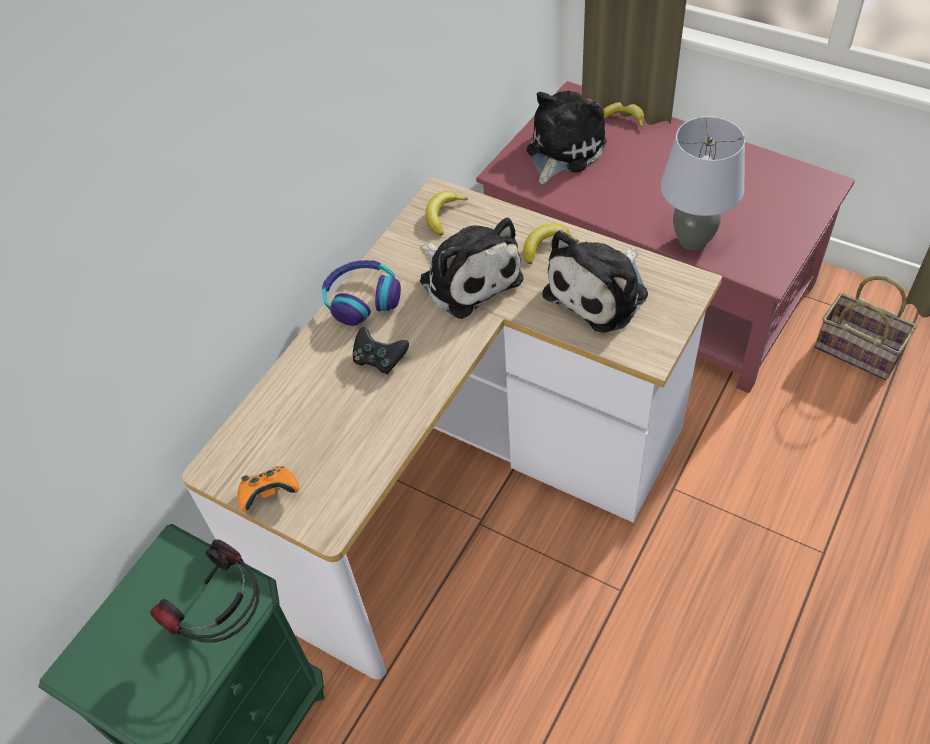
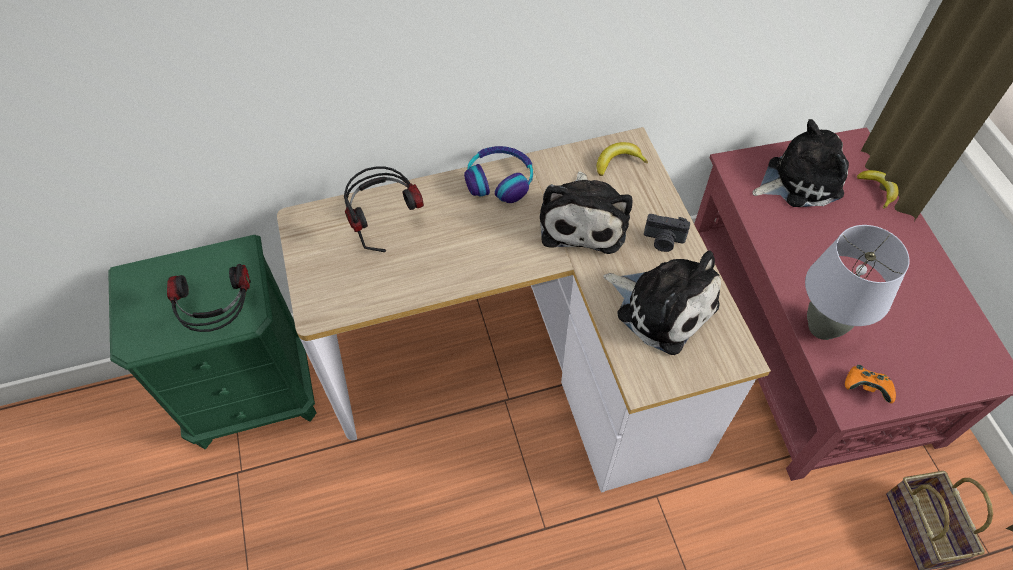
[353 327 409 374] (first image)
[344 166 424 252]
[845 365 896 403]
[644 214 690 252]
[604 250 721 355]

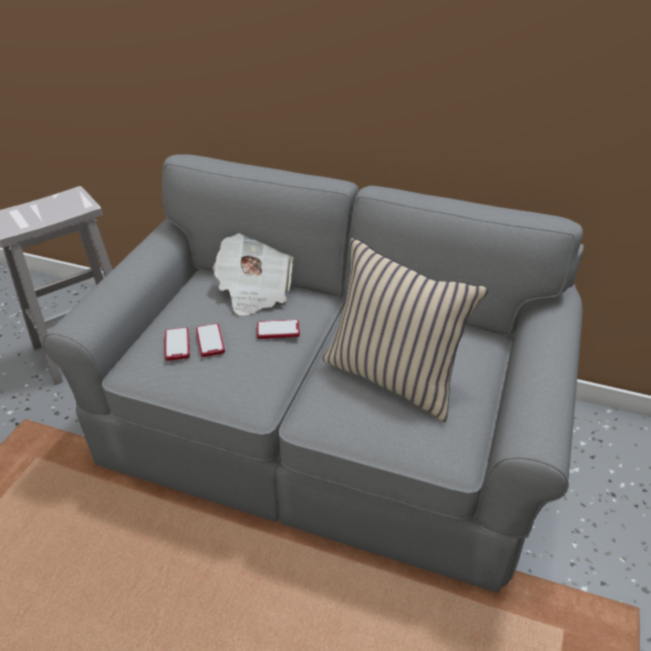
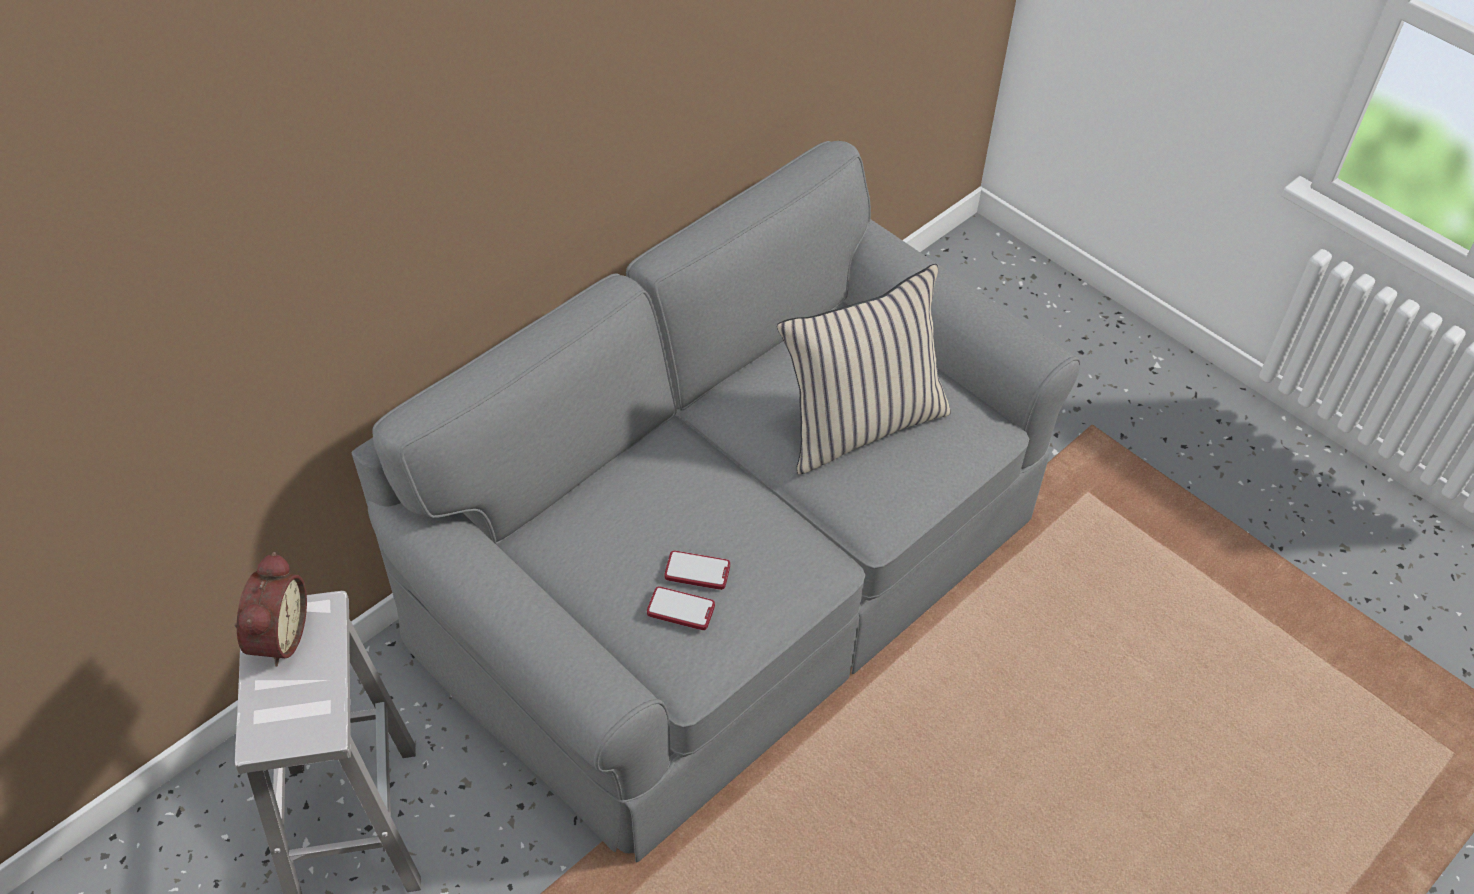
[213 233 294 316] (first image)
[257 320 300 339] (first image)
[234 552 307 667]

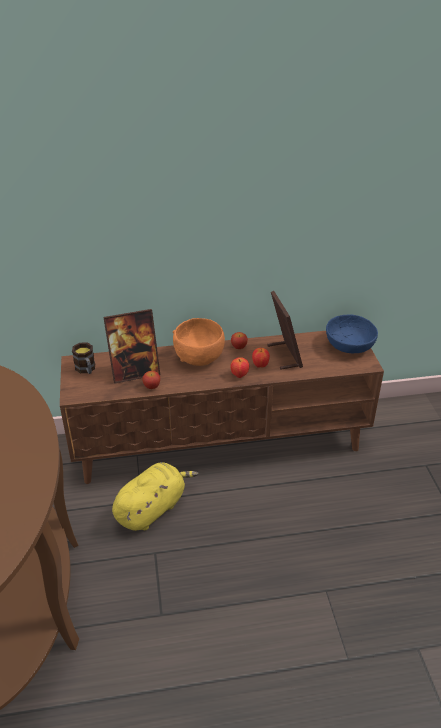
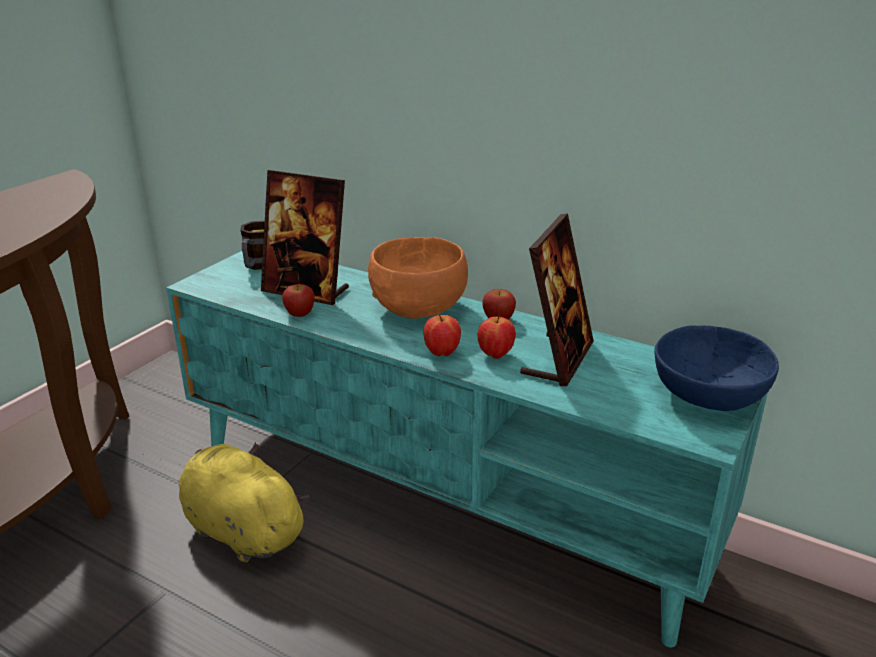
[166 251 768 647]
[179 442 310 563]

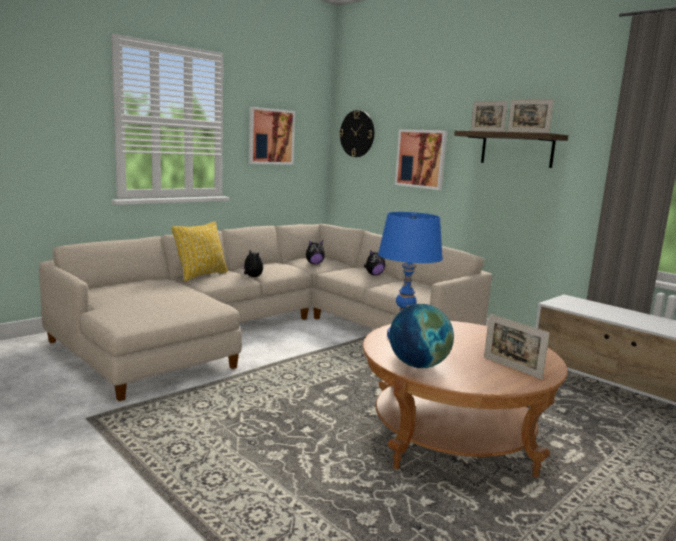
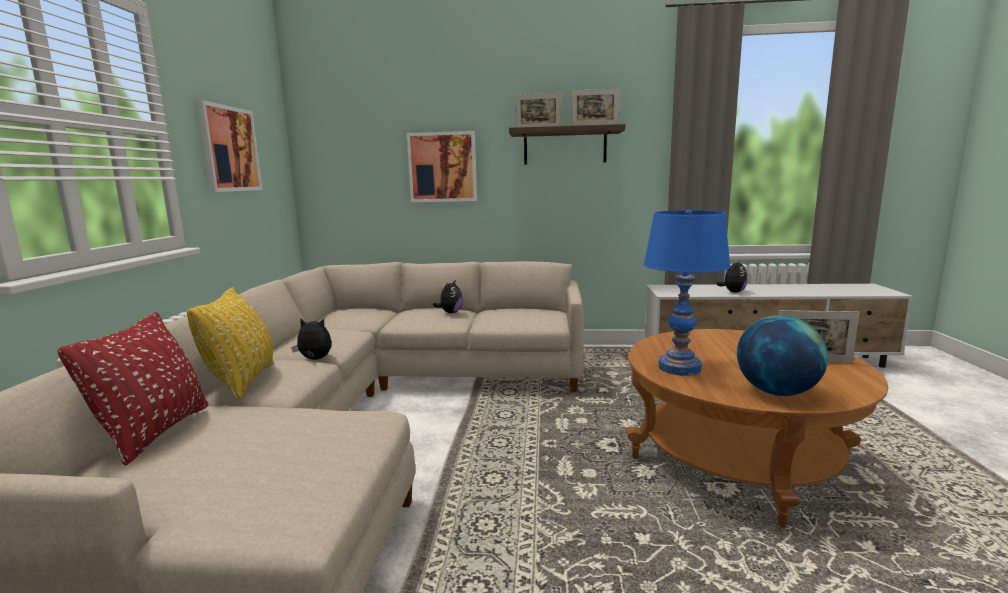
[339 110 374 157] (first image)
[57 312 209 466]
[716 259 748 293]

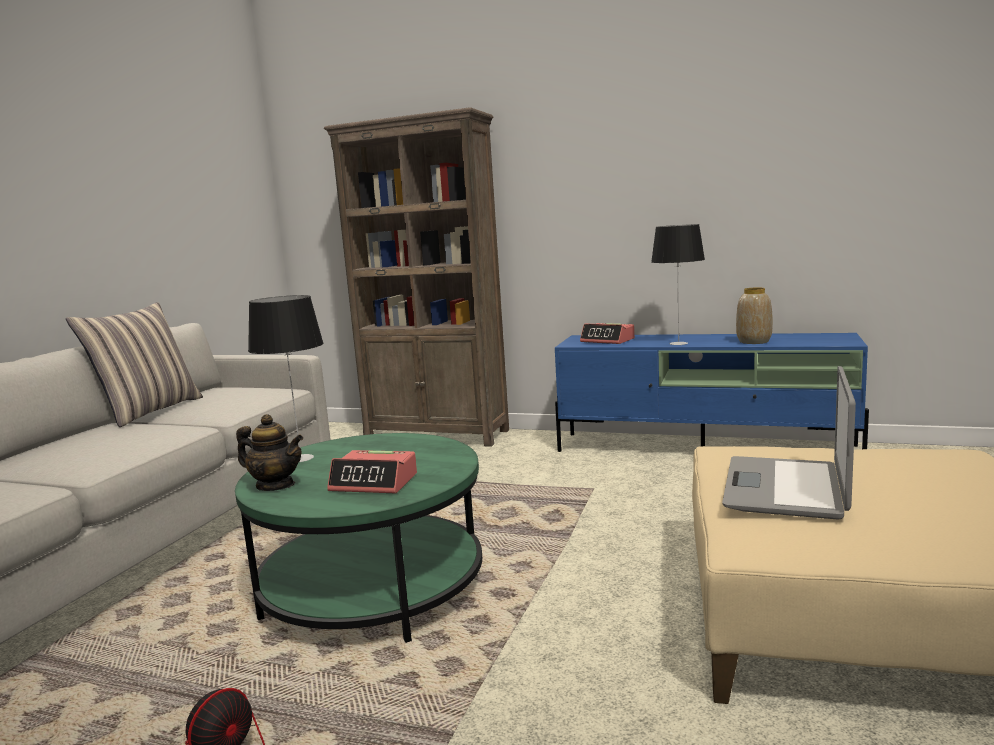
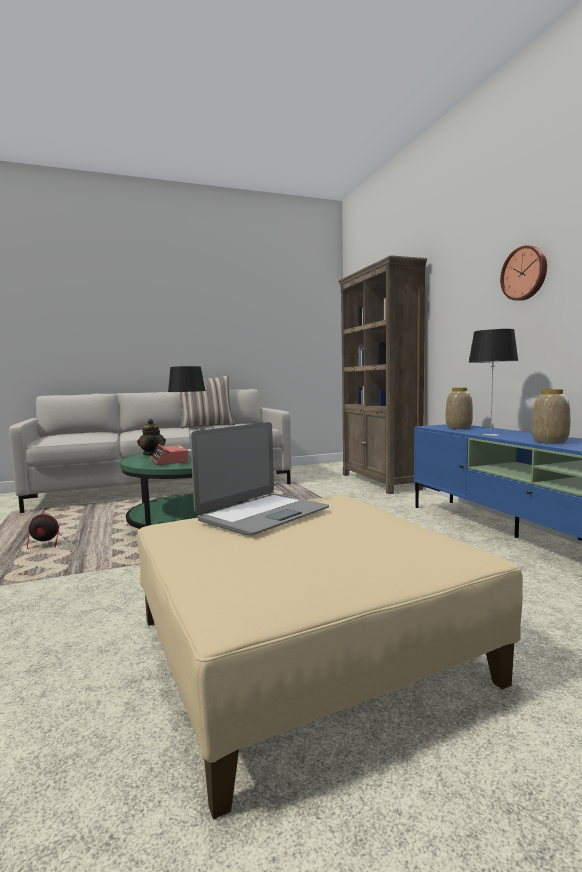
[500 246 547 301]
[446 388 473 429]
[190 422 329 535]

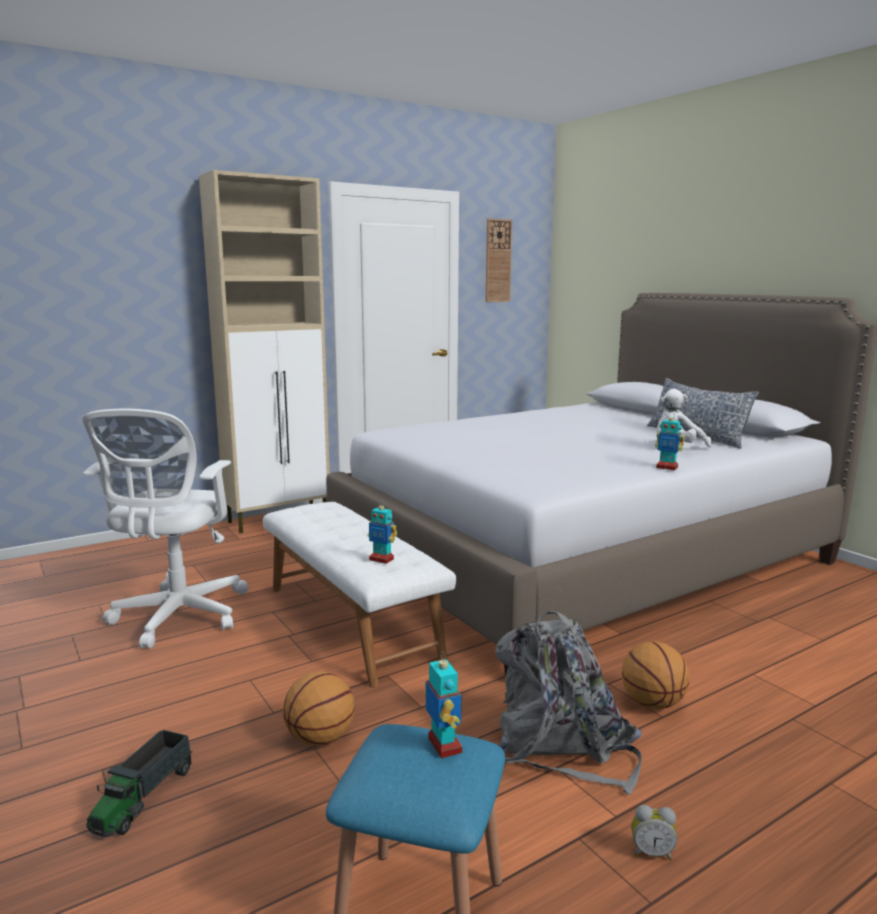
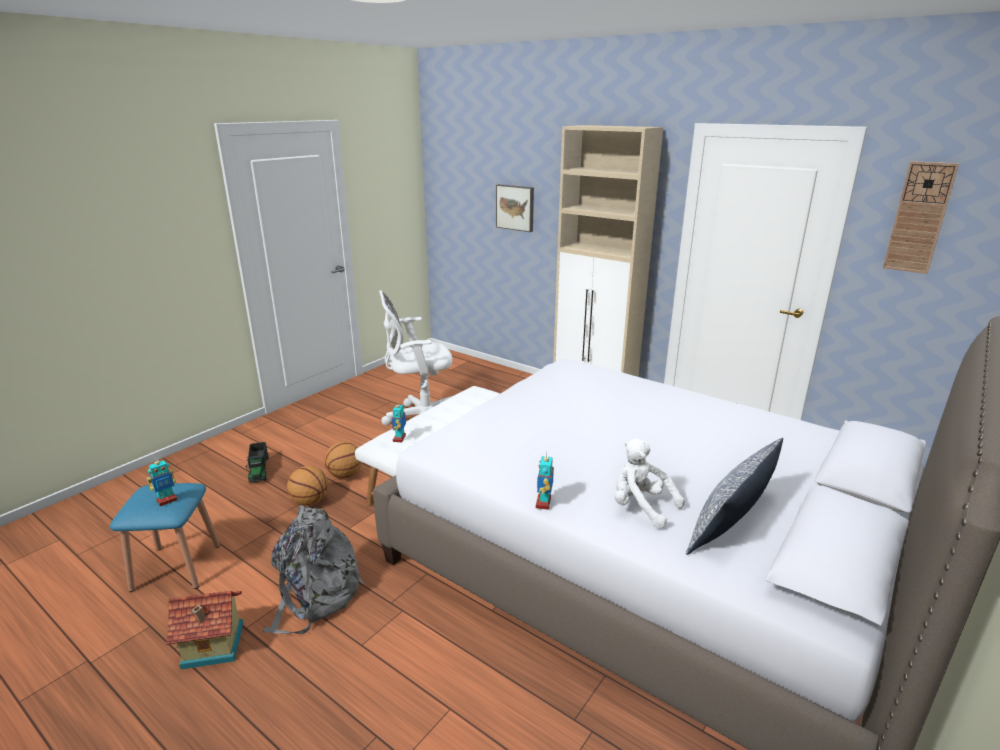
[496 184 534 232]
[324 441 362 478]
[166 591 243 669]
[246 442 269 483]

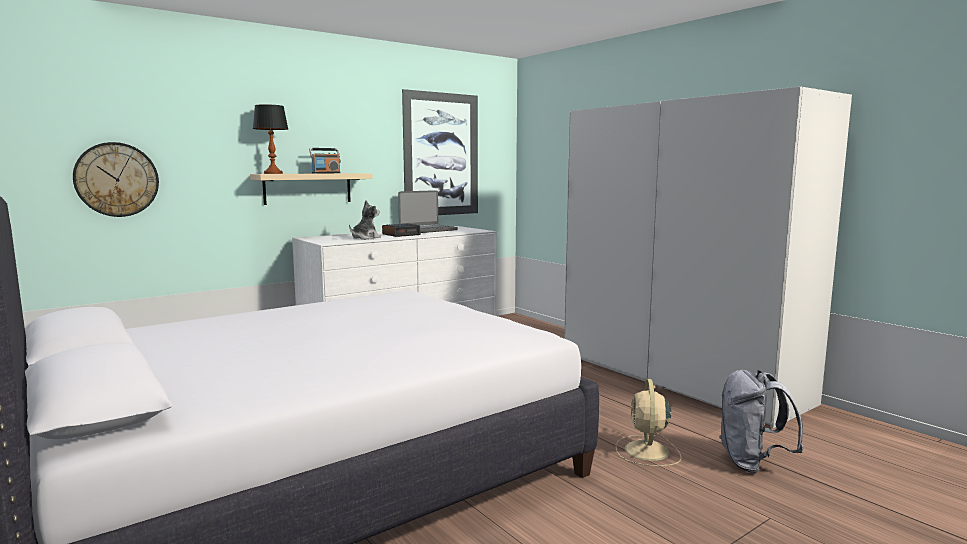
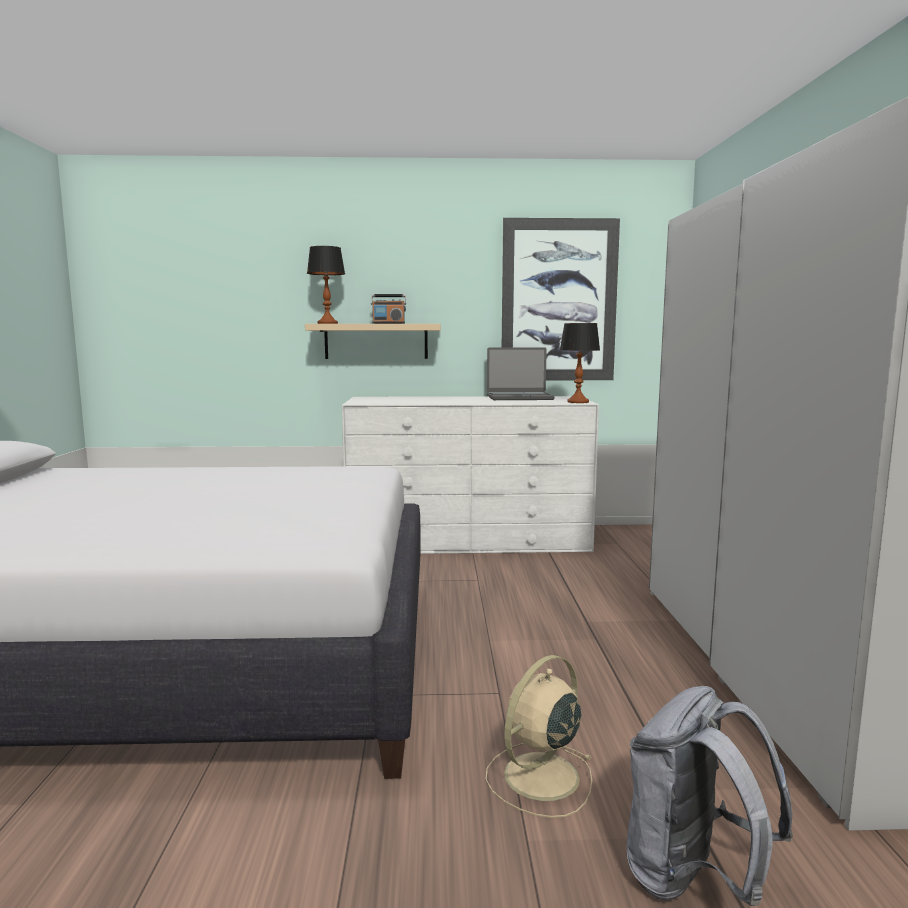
[73 142 159 217] (first image)
[349 200 381 240] (first image)
[382 224 421 237] (first image)
[560 323 600 403]

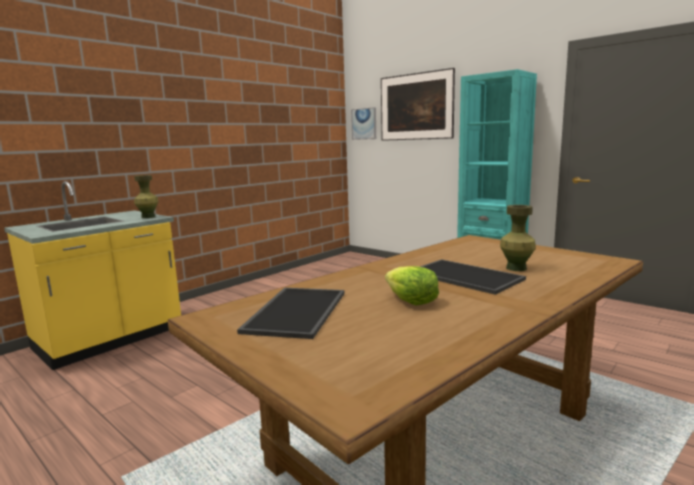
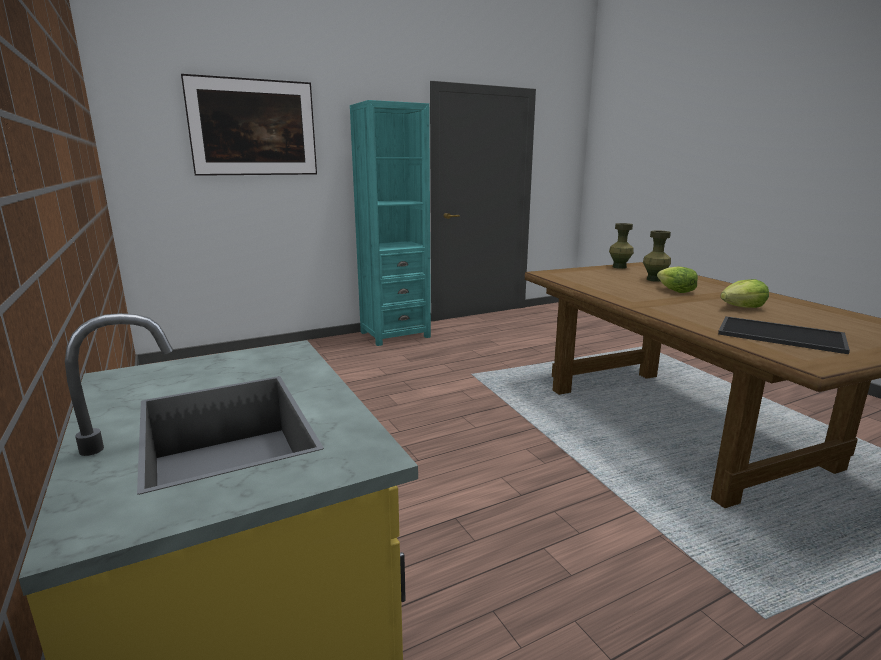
[351 107 376 140] (first image)
[609 223 634 269]
[657 266 698 293]

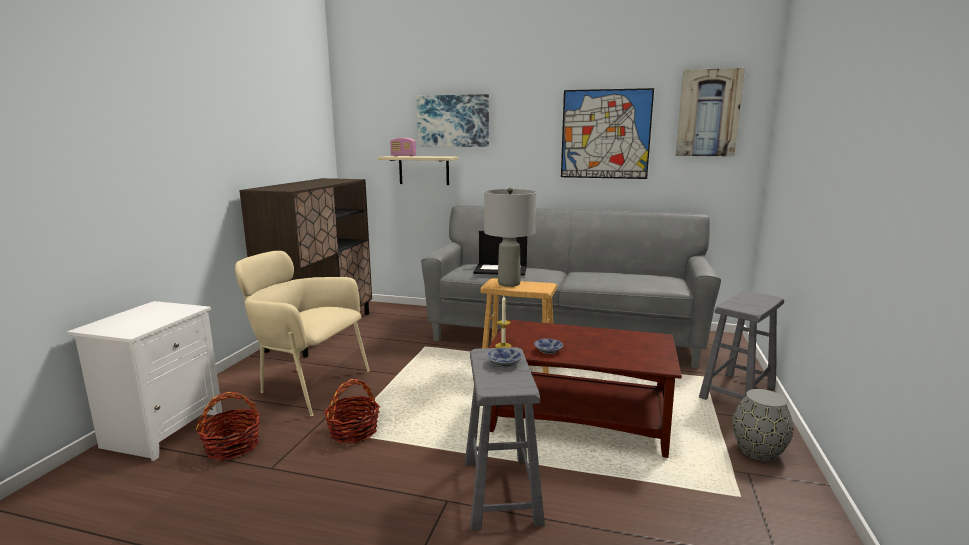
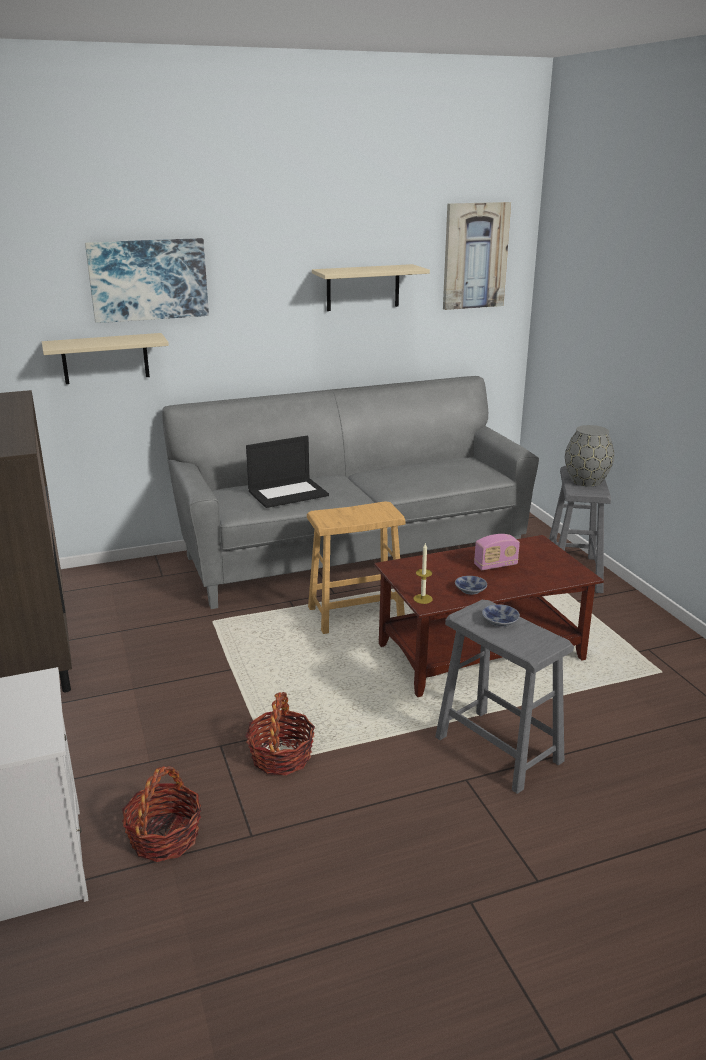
[235 251 370 417] (first image)
[484 187 536 287] (first image)
[474 534 520 570]
[565 425 614 487]
[312 264 430 311]

